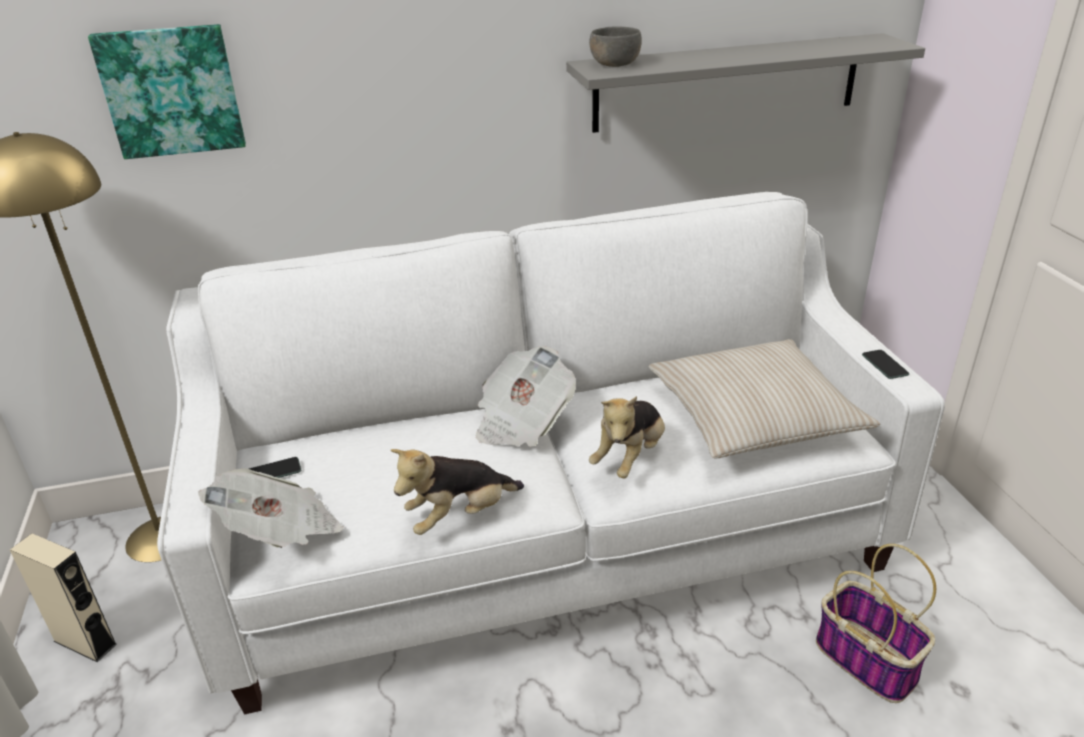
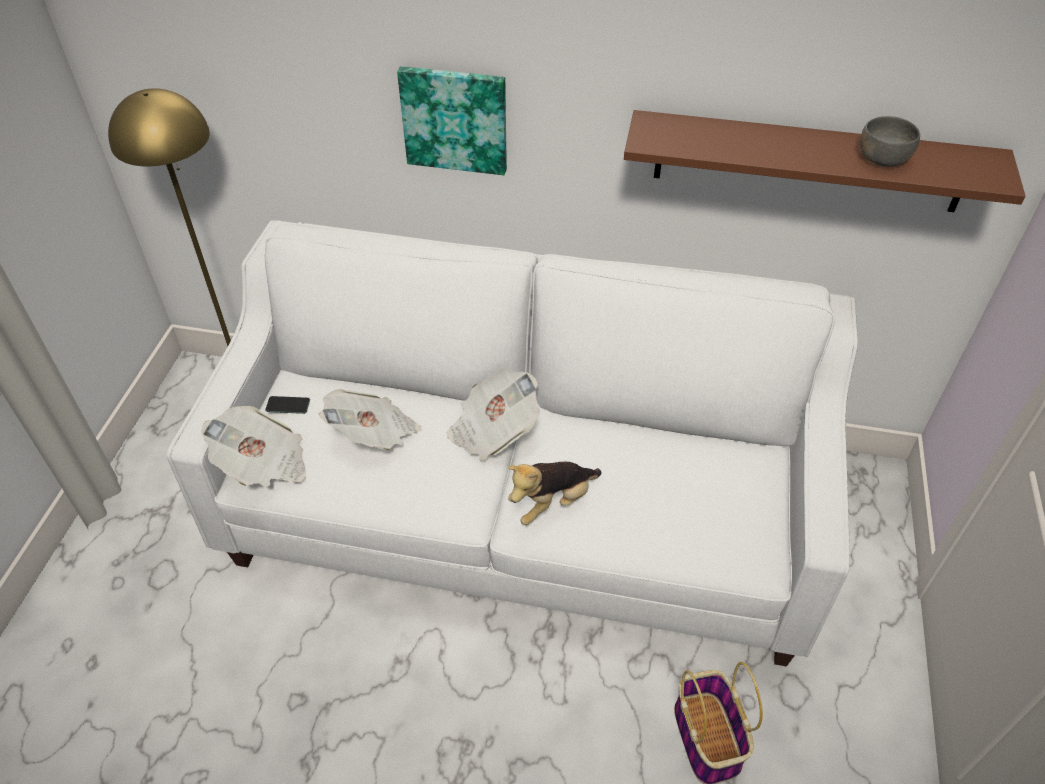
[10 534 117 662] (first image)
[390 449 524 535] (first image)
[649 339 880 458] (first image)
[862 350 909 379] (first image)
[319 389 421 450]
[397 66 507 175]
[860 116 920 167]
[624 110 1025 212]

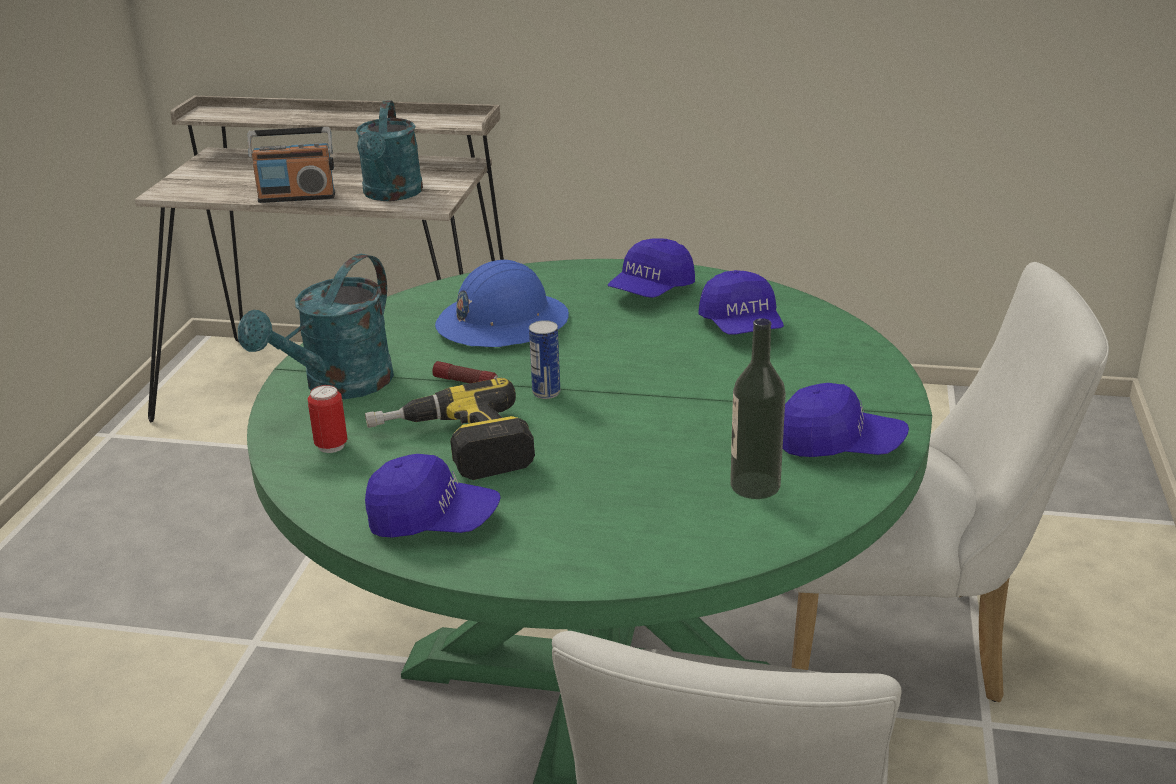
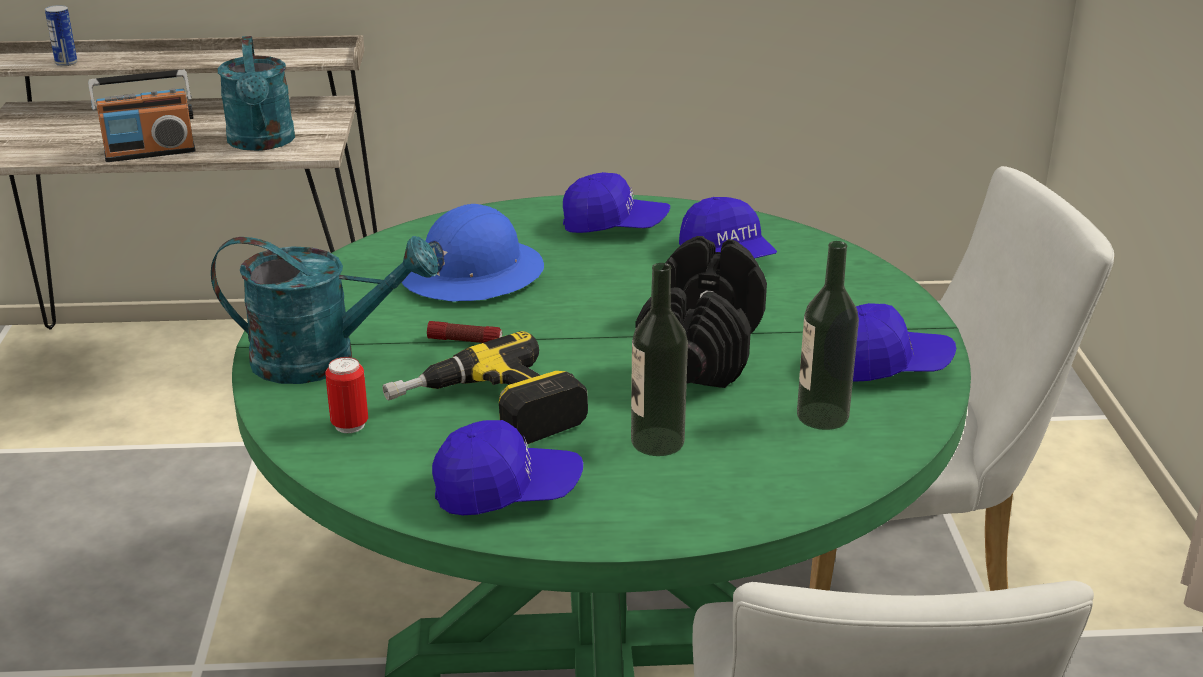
[631 263 688 456]
[636 236 767 388]
[45 5 77 66]
[211 236 438 384]
[563 172 670 233]

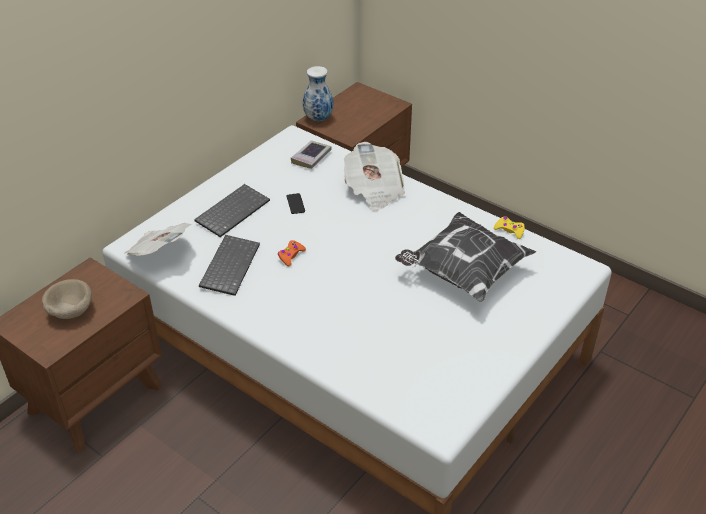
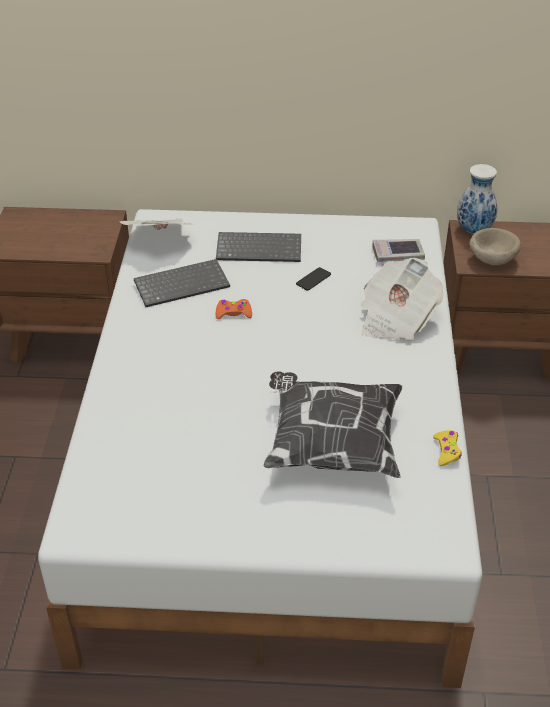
[469 228 521 265]

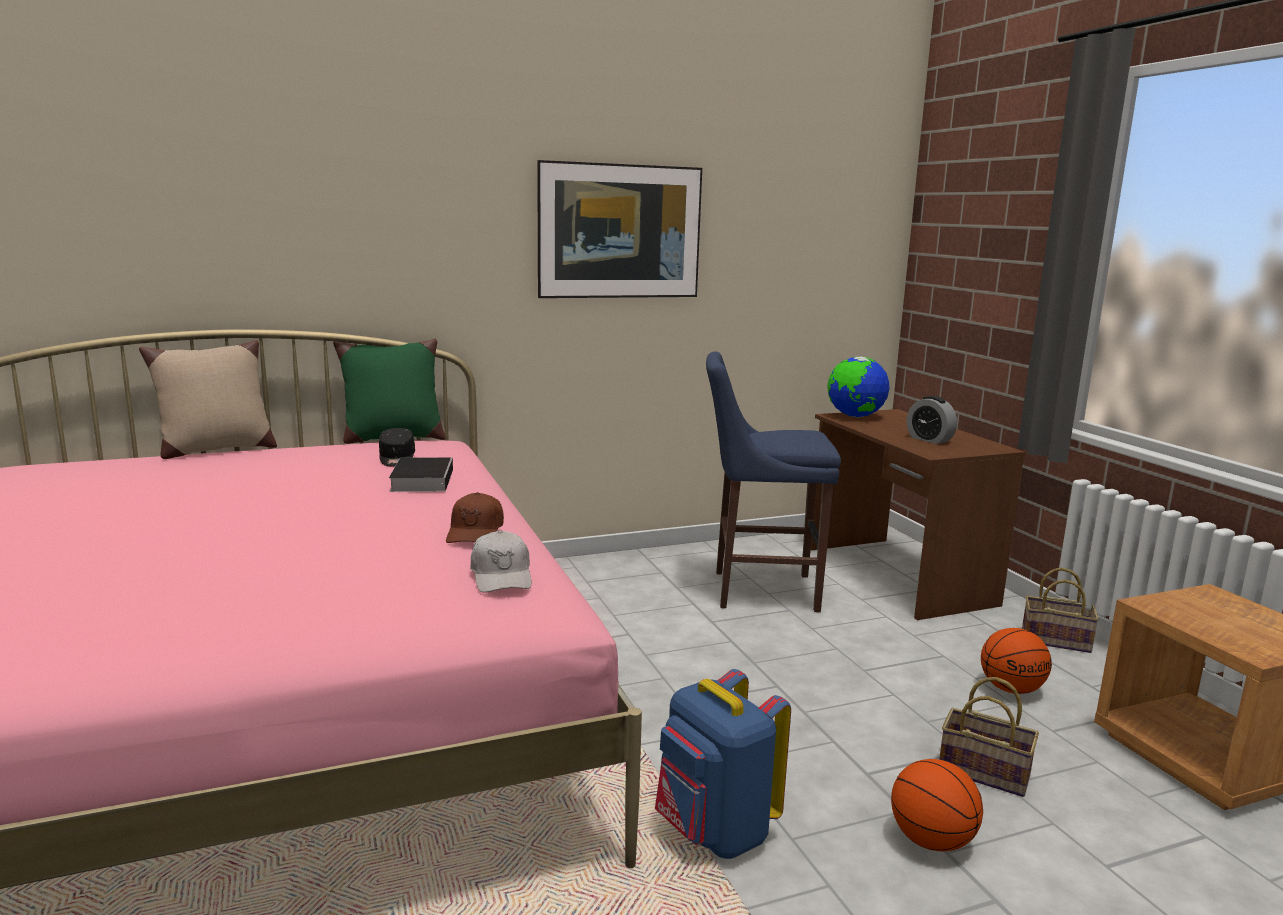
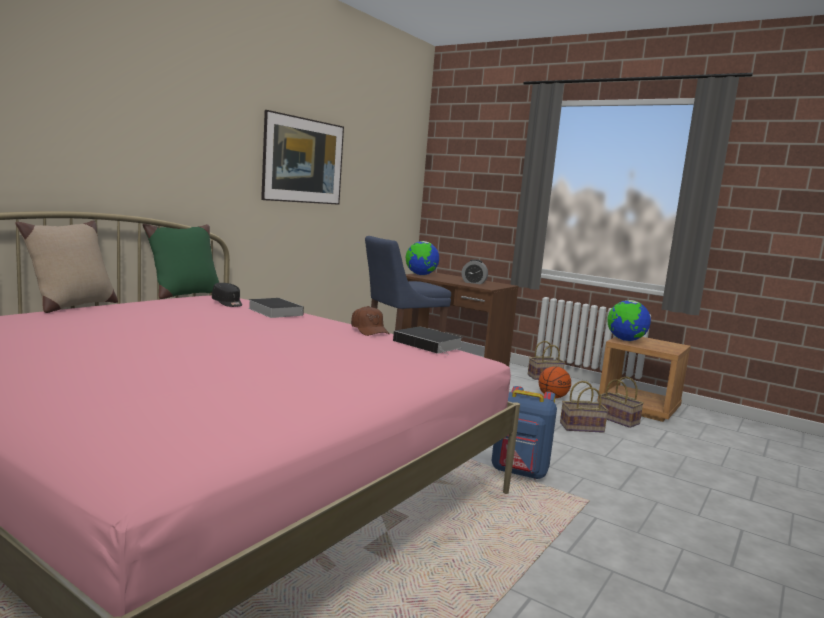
[891 759 983 851] (first image)
[598 377 644 428]
[607 300 651 341]
[393 326 463 356]

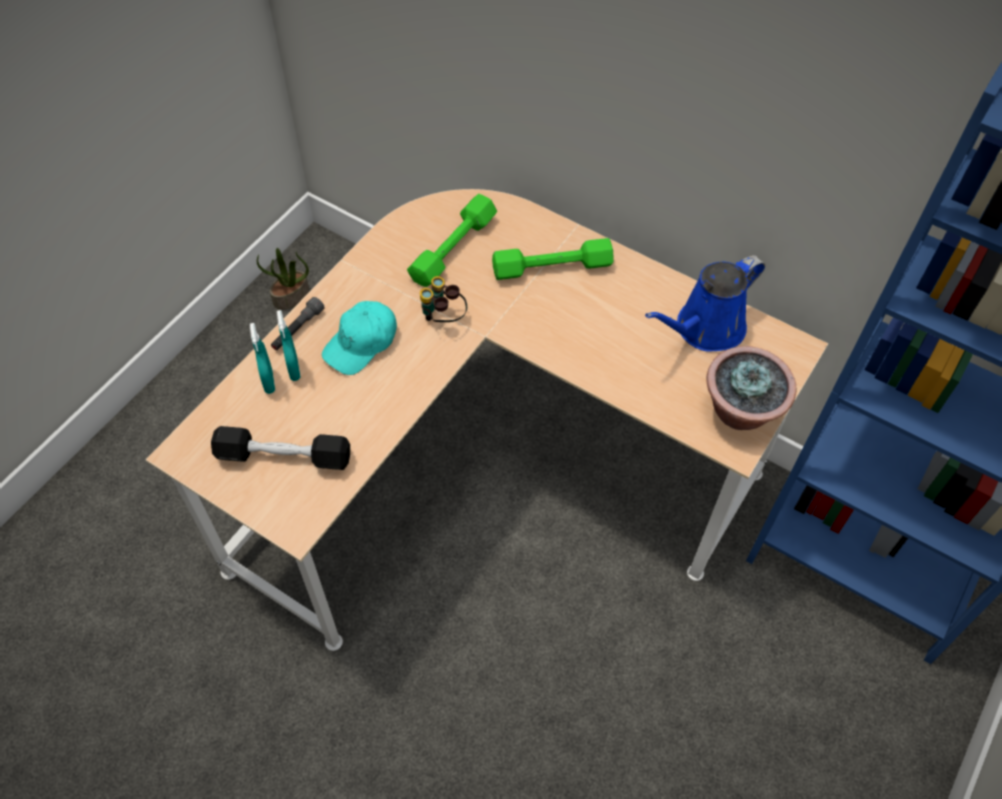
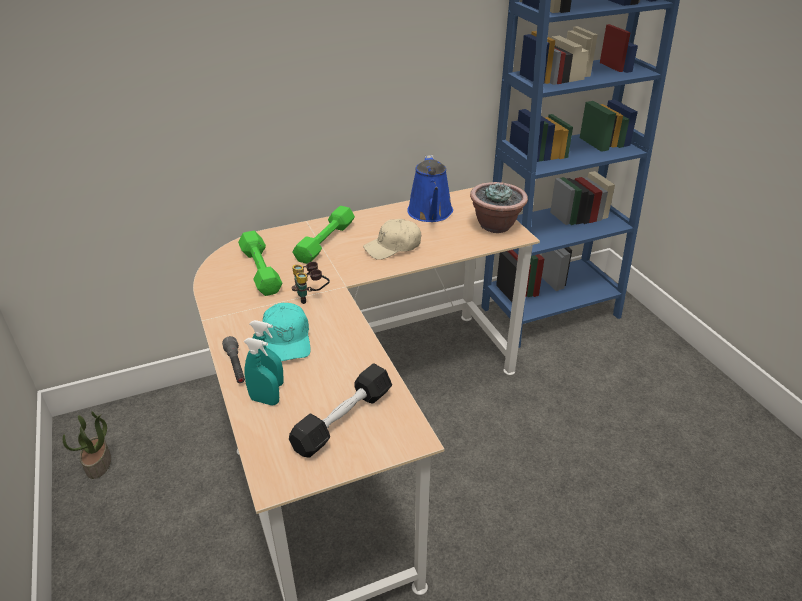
[363 219 421 260]

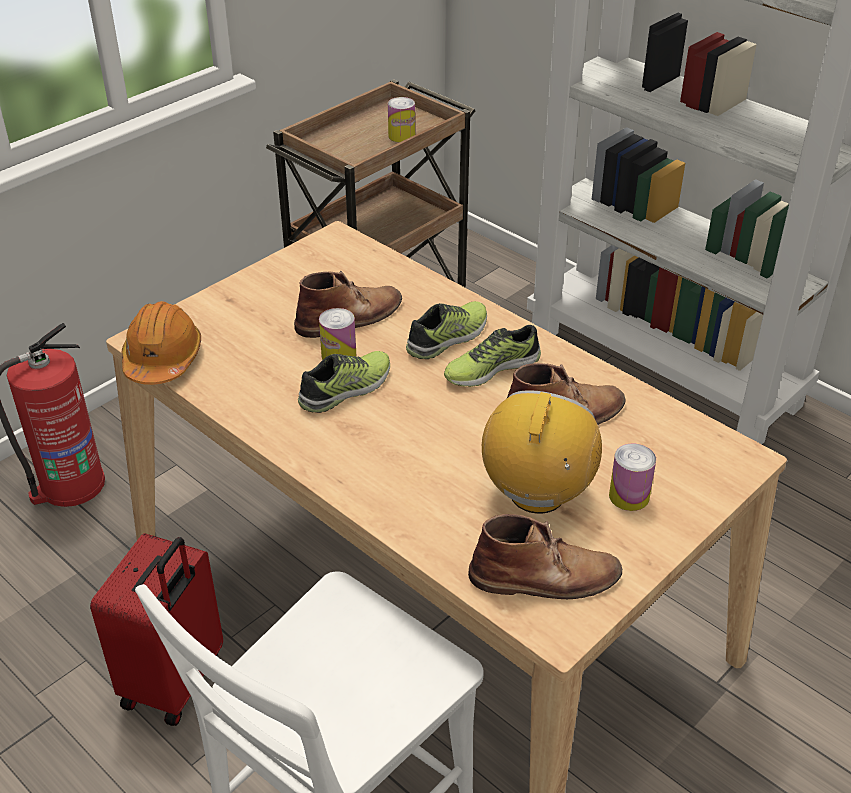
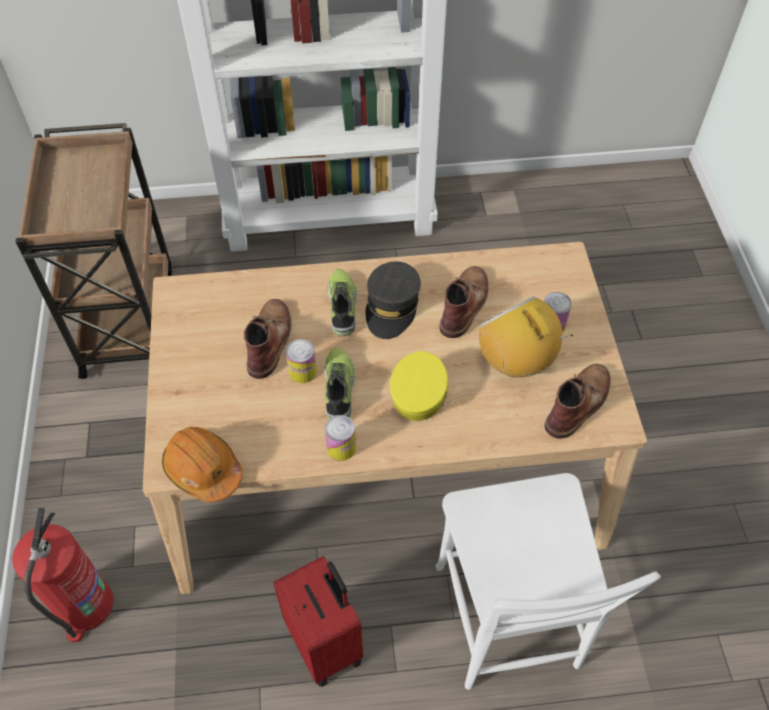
[390 351 448 421]
[325 415 356 461]
[366 261 421 339]

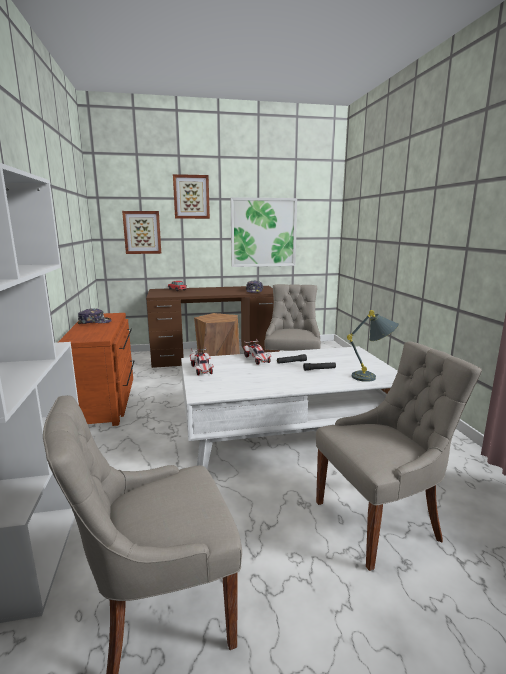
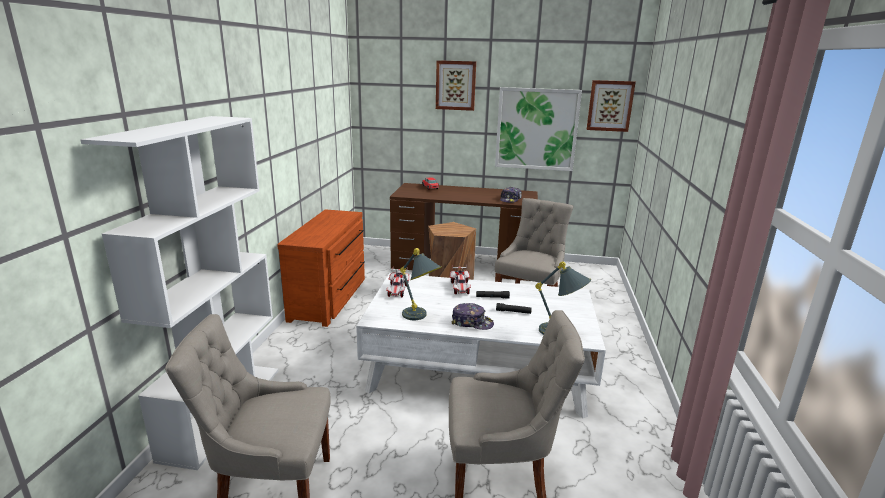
[400 248 441 320]
[452 303 494 330]
[587 80 636 132]

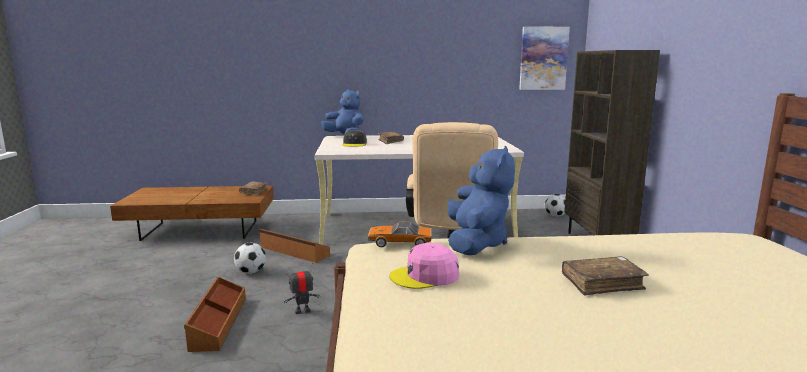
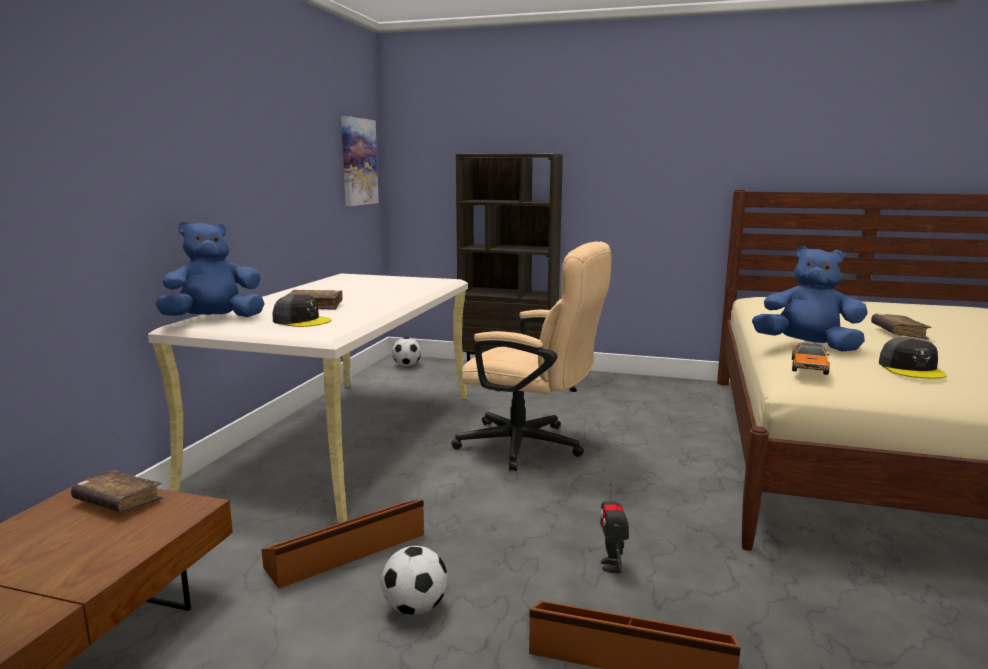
[879 338 947 379]

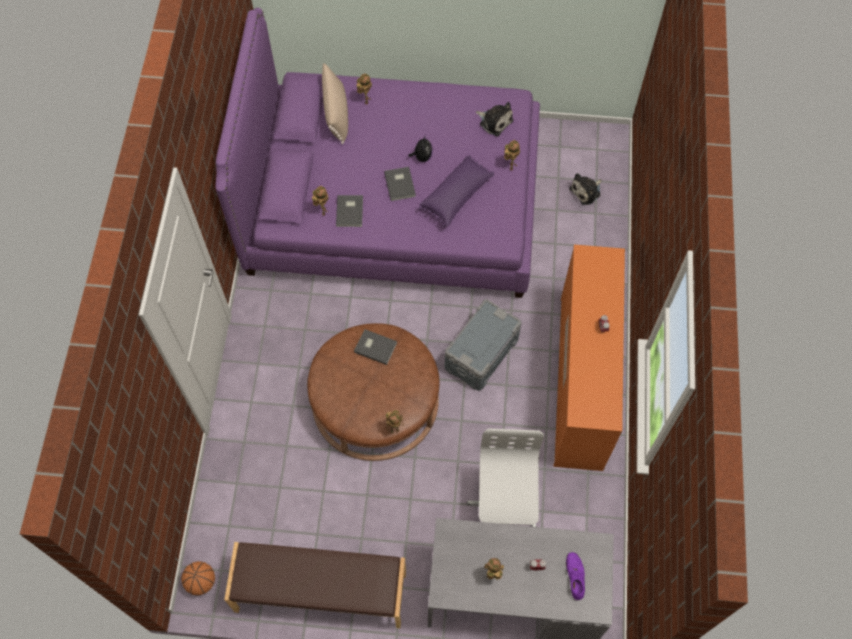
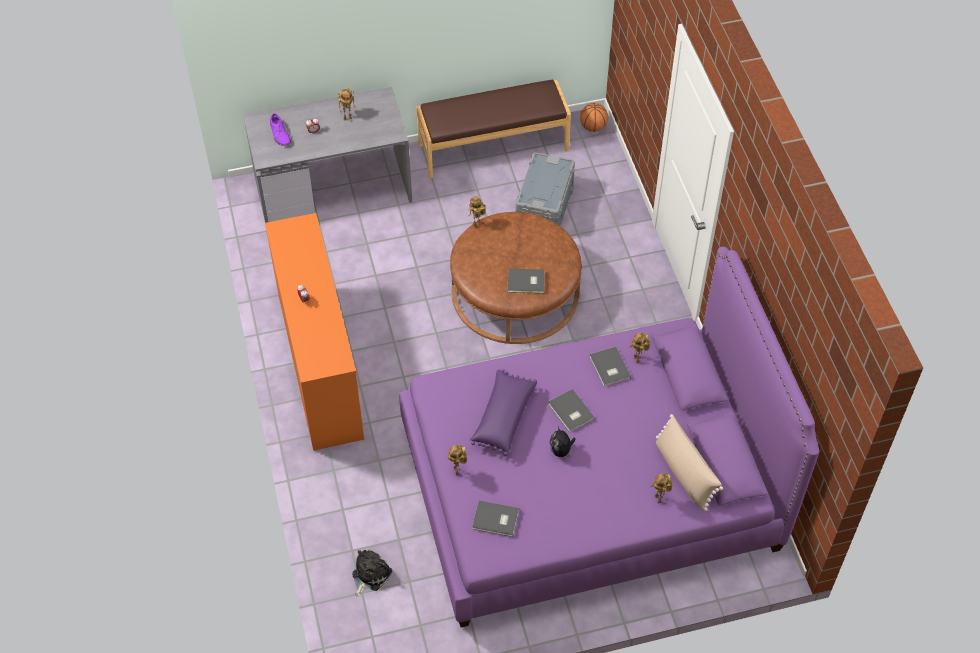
[467 429 544 527] (first image)
[516 152 575 226]
[472 501 519 537]

